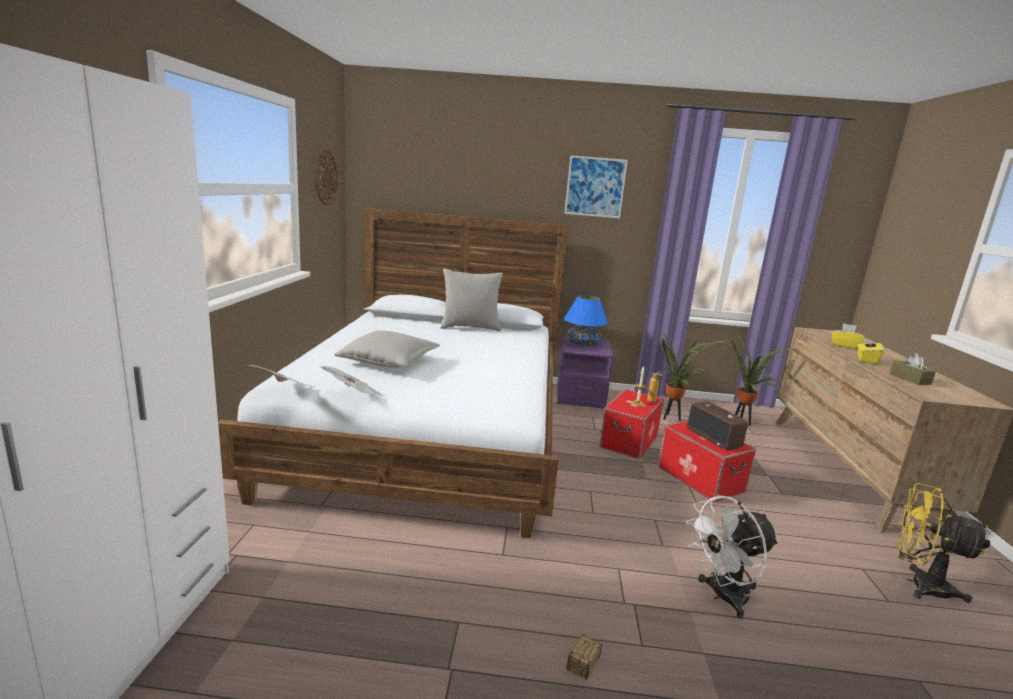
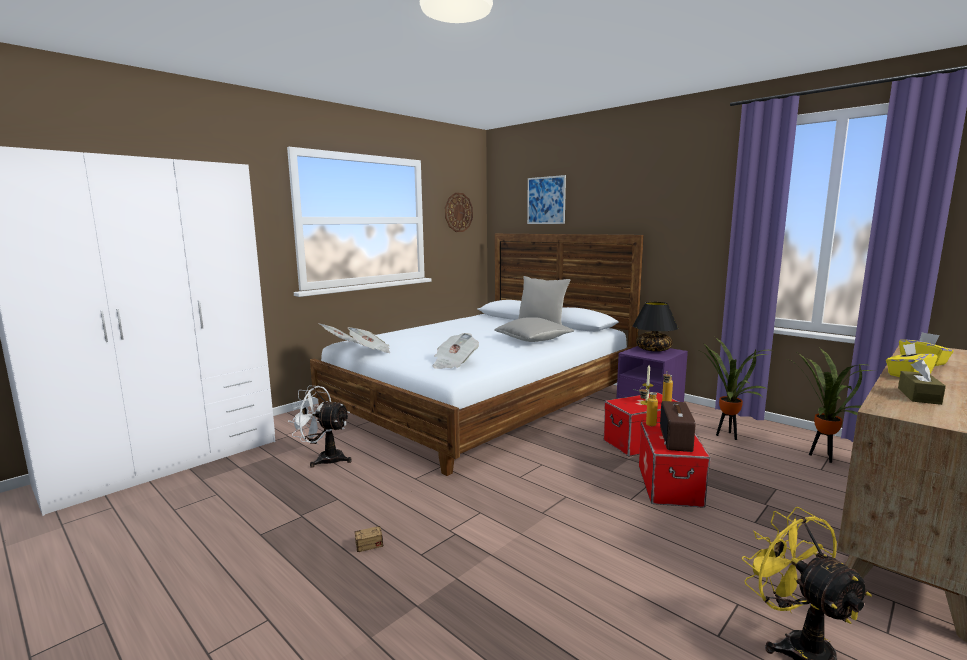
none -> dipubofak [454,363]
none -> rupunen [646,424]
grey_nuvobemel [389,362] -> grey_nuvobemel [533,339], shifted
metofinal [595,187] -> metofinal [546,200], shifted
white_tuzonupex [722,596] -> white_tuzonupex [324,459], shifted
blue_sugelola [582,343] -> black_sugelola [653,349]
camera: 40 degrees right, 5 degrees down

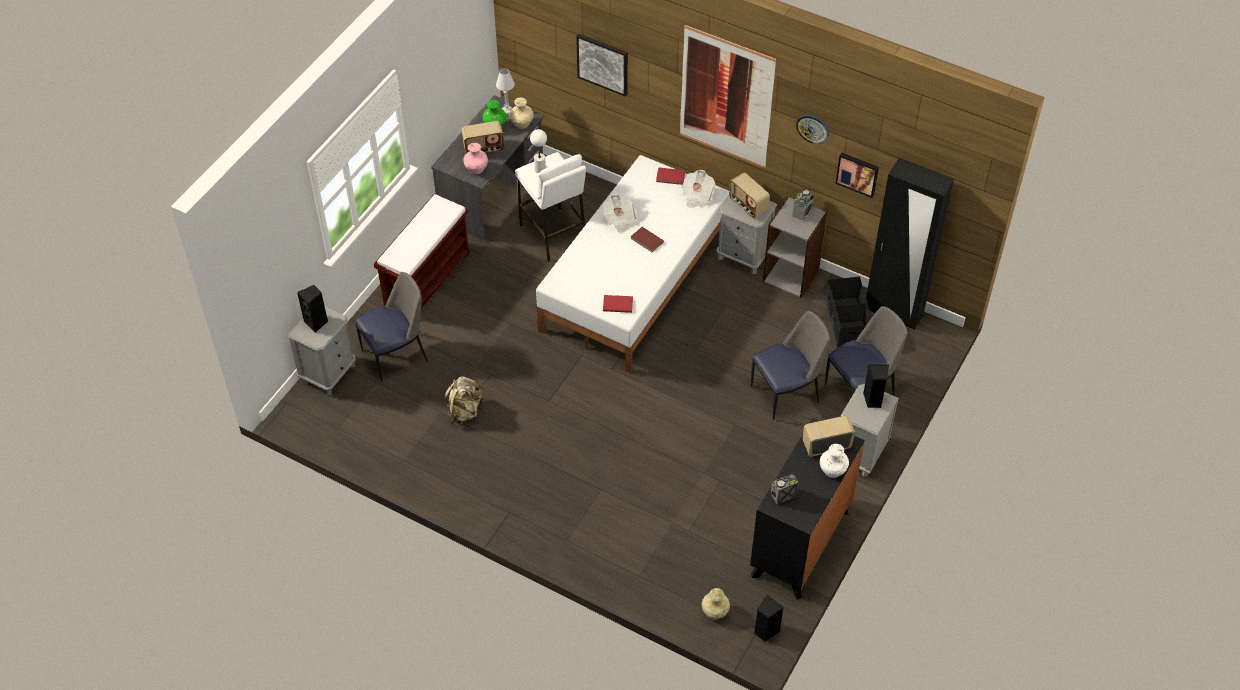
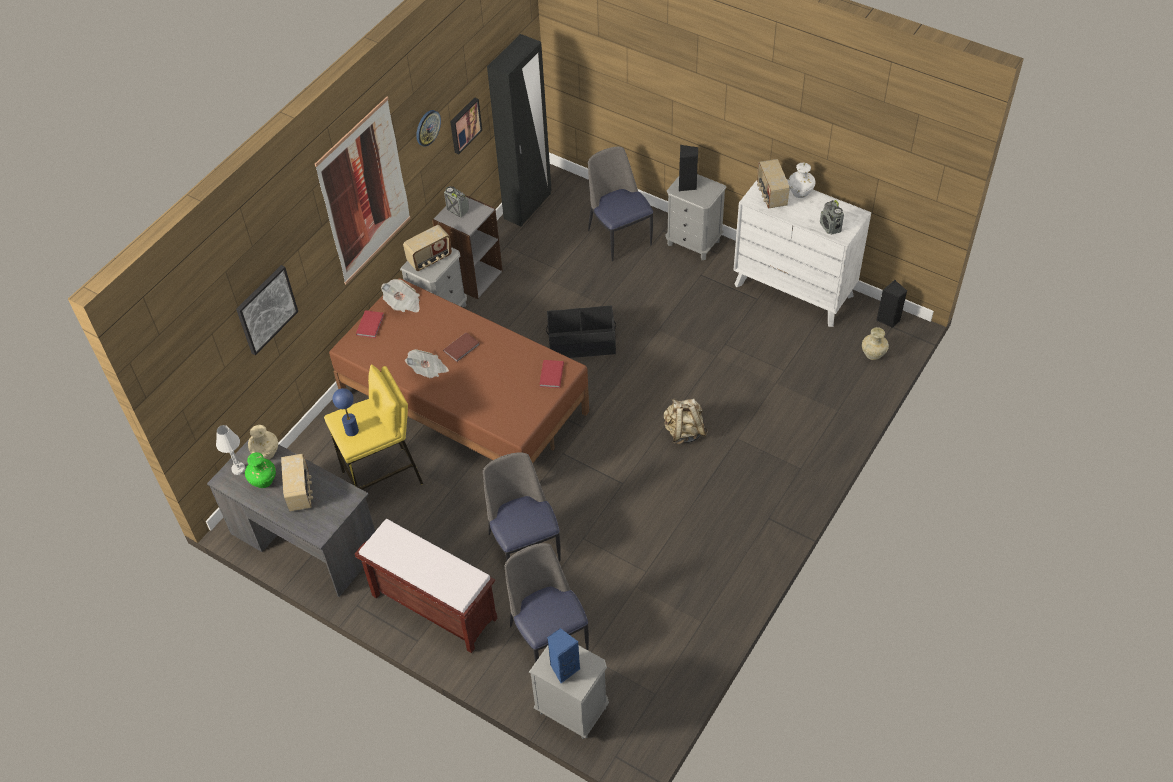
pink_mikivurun [476,169] -> none
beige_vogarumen [465,411] -> beige_vogarumen [684,431], shifted
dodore [786,393] -> dodore [524,545], shifted
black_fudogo [846,323] -> black_fudogo [582,344], shifted
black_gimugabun [316,323] -> blue_gimugabun [564,668]
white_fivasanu [553,235] -> yellow_fivasanu [383,478]
white_sugelola [540,169] -> blue_sugelola [352,430]
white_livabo [636,281] -> brown_livabo [464,403]
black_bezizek [800,543] -> white_bezizek [794,290]
camera: 85 degrees left, 0 degrees up

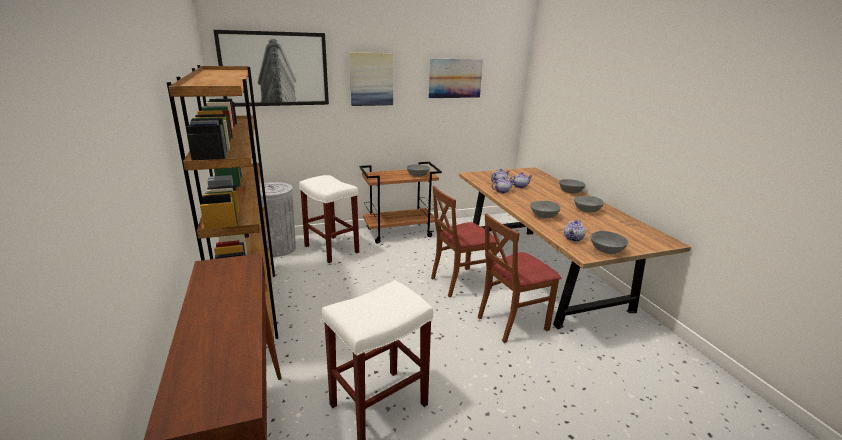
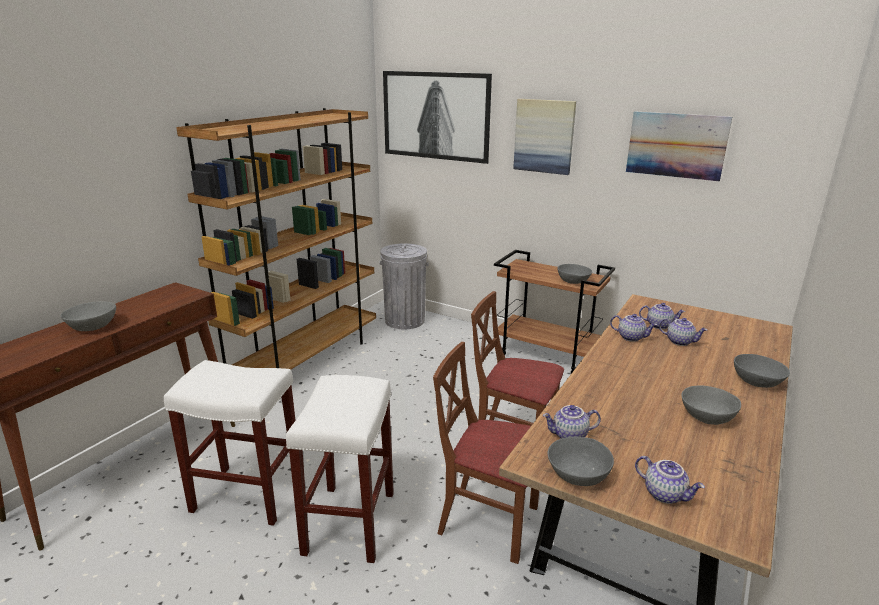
none -> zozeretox [665,494]
white_fivasanu [331,249] -> white_fivasanu [349,521], shifted
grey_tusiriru [543,216] -> grey_tusiriru [92,326], shifted
camera: 50 degrees right, 0 degrees up

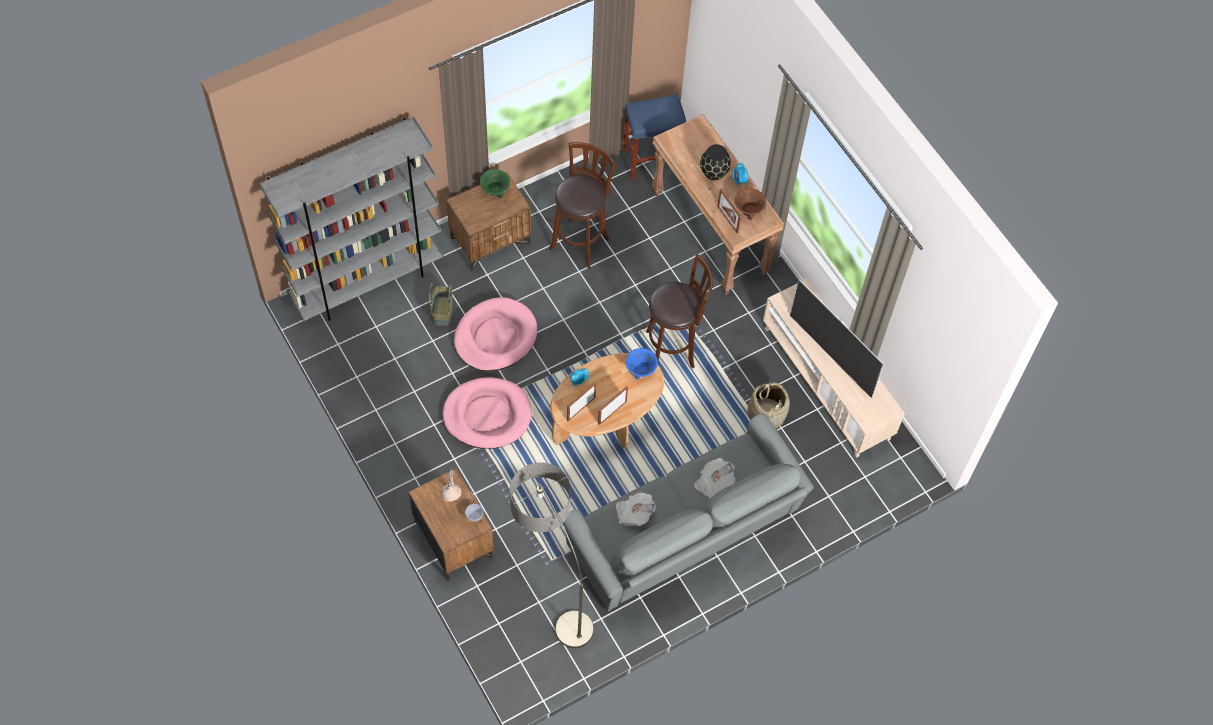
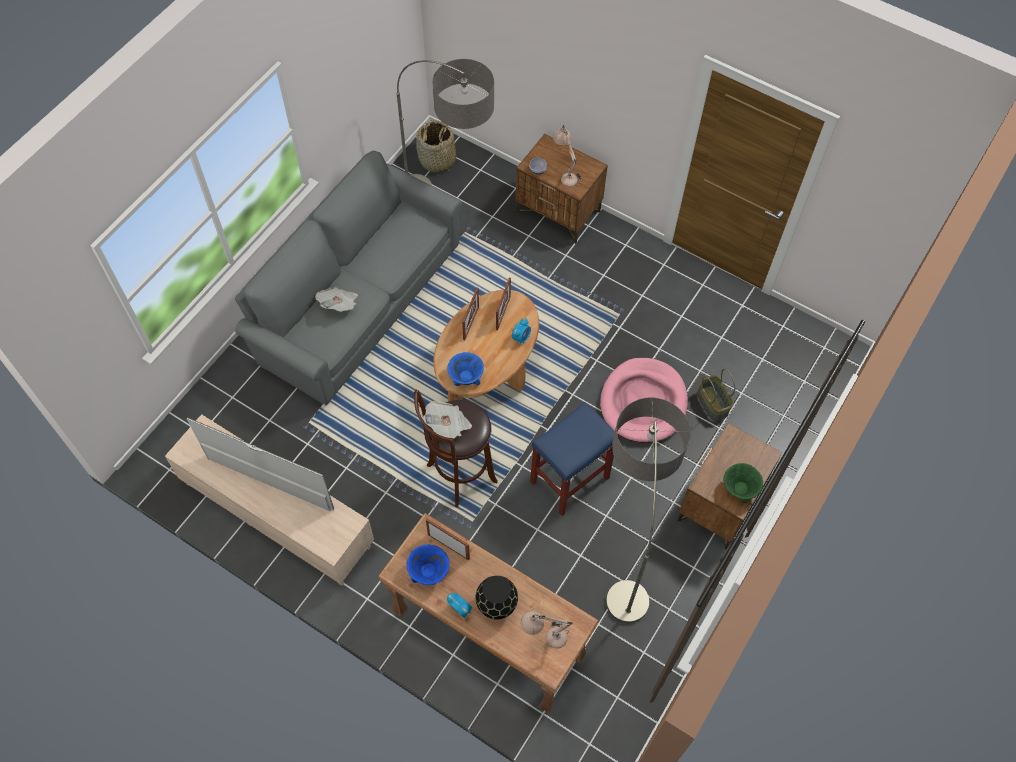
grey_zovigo [367,282] -> none
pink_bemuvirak [487,415] -> none
none -> beige_sugelola [544,637]
dipubofak [634,513] -> dipubofak [448,425], shifted
blue_fivasanu [652,159] -> blue_fivasanu [569,481], shifted
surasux [766,414] -> surasux [437,160], shifted
brown_fivasanu [580,241] -> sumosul [626,552]
brown_tusiriru [749,210] -> blue_tusiriru [428,572]
camera: 155 degrees right, 0 degrees up

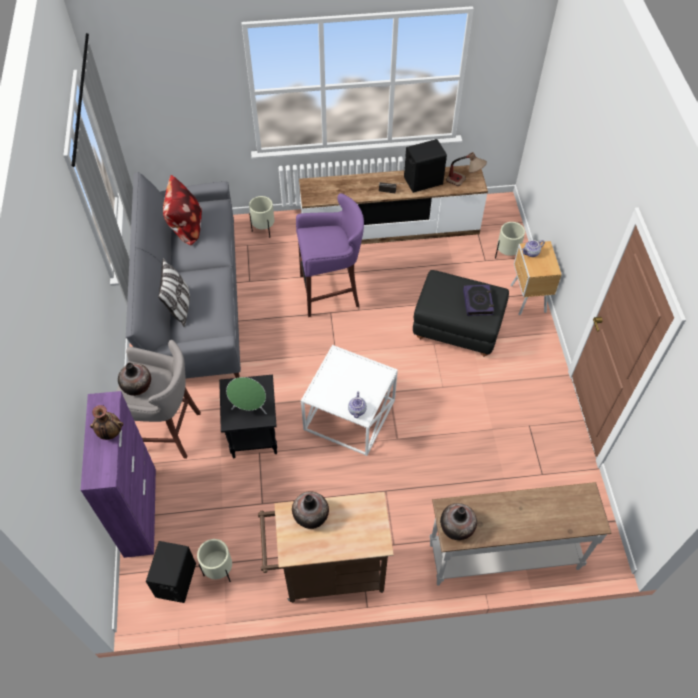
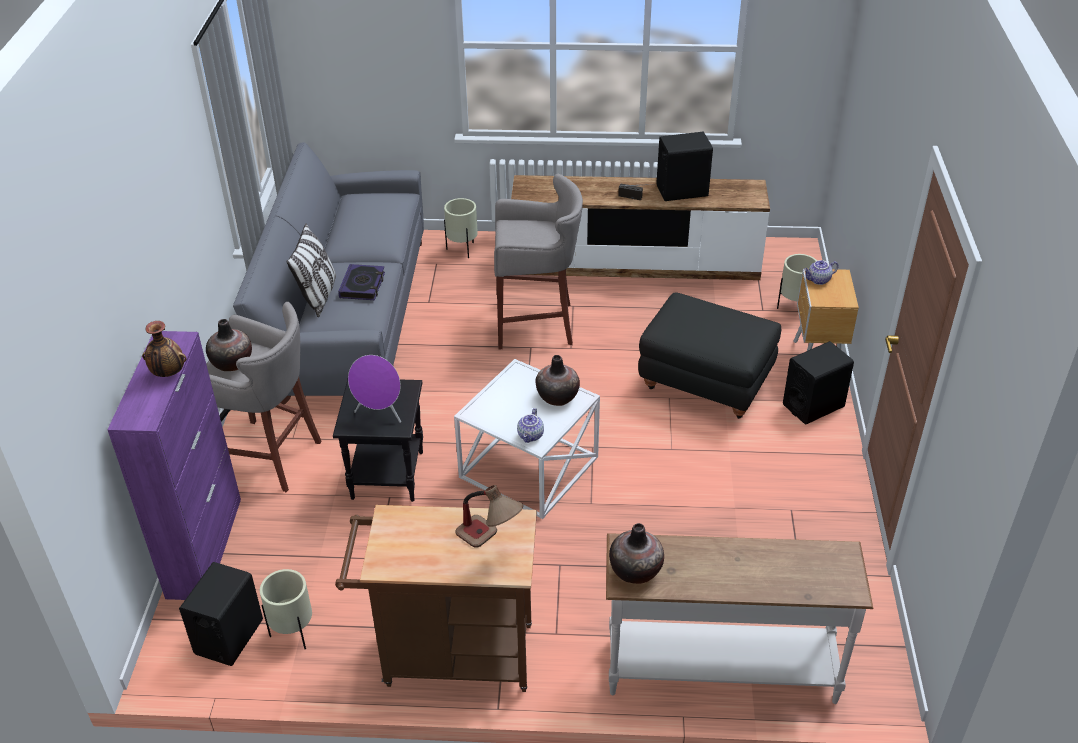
nuvobemel [186,228] -> none
none -> black_gimugabun [813,405]
mikivurun [311,515] -> mikivurun [557,397], shifted
sugelola [464,183] -> sugelola [491,542], shifted
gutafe [478,302] -> gutafe [362,285], shifted
green_gimugabun [250,408] -> purple_gimugabun [380,414]
purple_fivasanu [331,292] -> grey_fivasanu [537,324]
camera: 10 degrees right, 15 degrees down

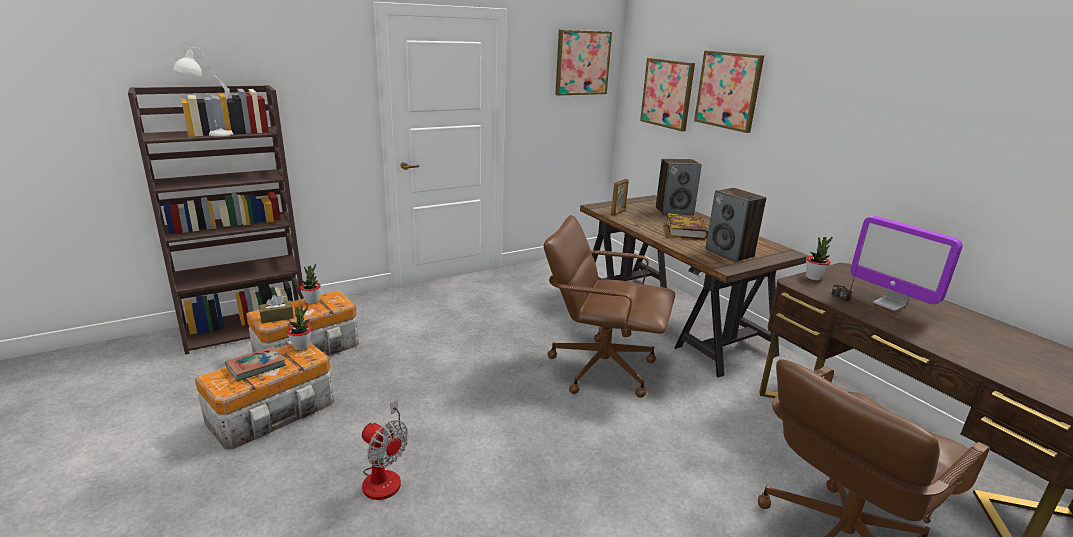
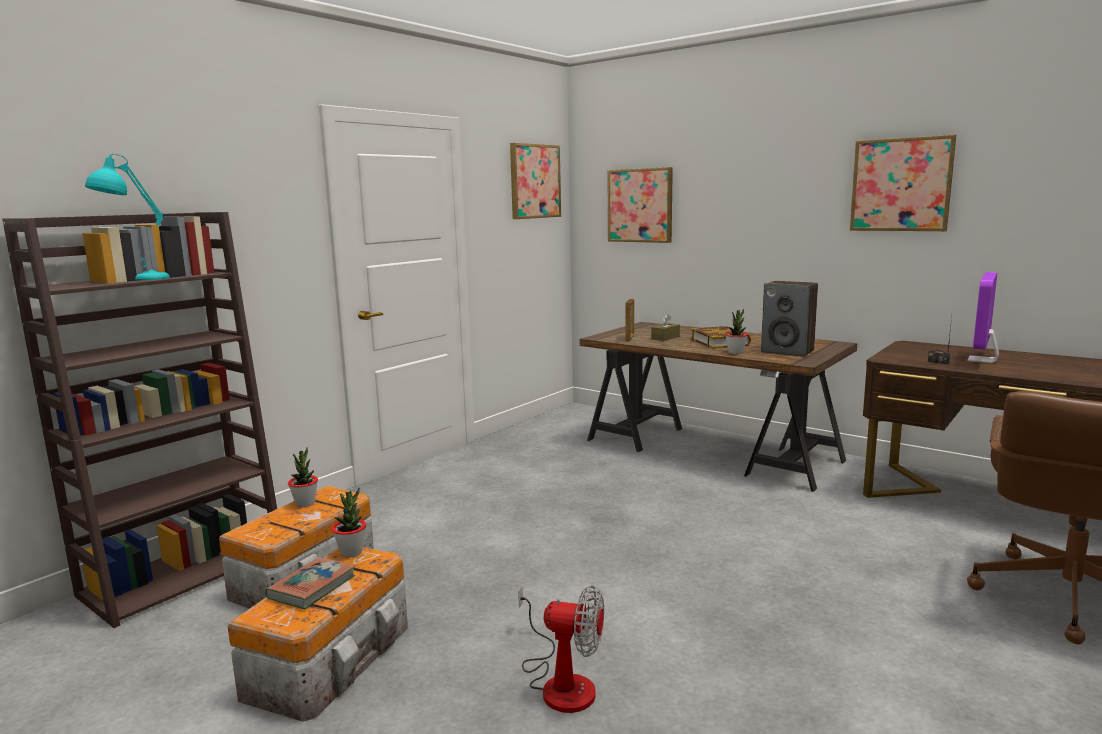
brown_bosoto [601,368] -> none
gimugabun [674,211] -> none
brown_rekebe [277,317] -> brown_rekebe [665,338], shifted
metofinal [728,90] -> metofinal [901,185], shifted
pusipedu [813,277] -> pusipedu [735,352], shifted
white_sugelola [210,134] -> turquoise_sugelola [135,279]
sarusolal [889,304] -> sarusolal [982,360], 90 degrees clockwise
camera: 20 degrees left, 10 degrees down

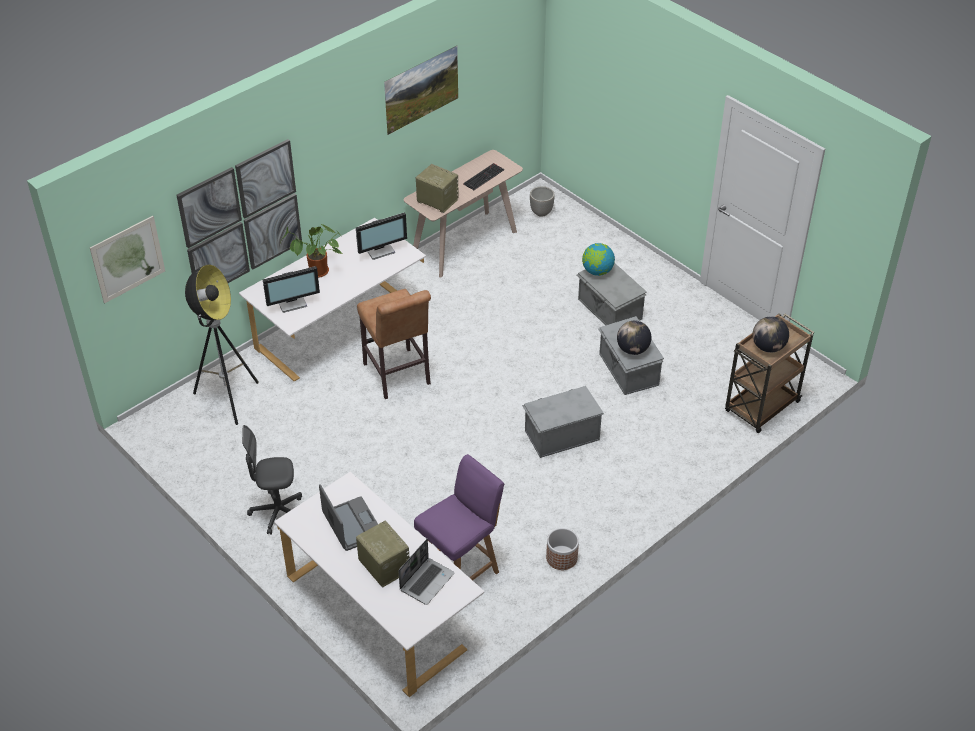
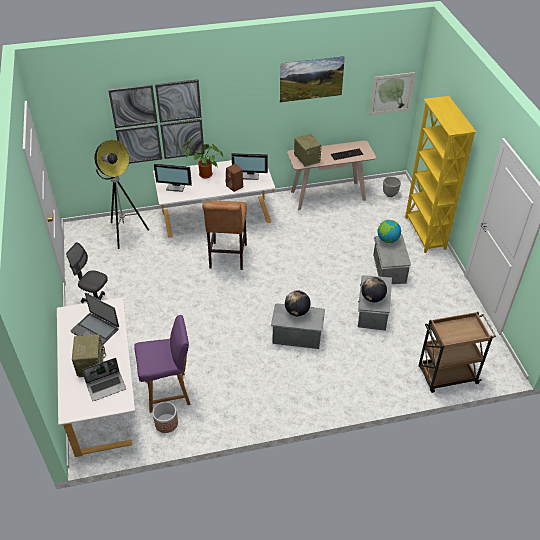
none -> brown_gimugabun [235,186]
none -> yellow_zovigo [424,233]
metofinal [128,259] -> metofinal [392,93], shifted
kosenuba [561,558] -> kosenuba [166,423], shifted
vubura [768,347] -> vubura [297,312], shifted
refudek [352,525] -> refudek [95,330], 120 degrees clockwise
camera: 30 degrees right, 0 degrees up

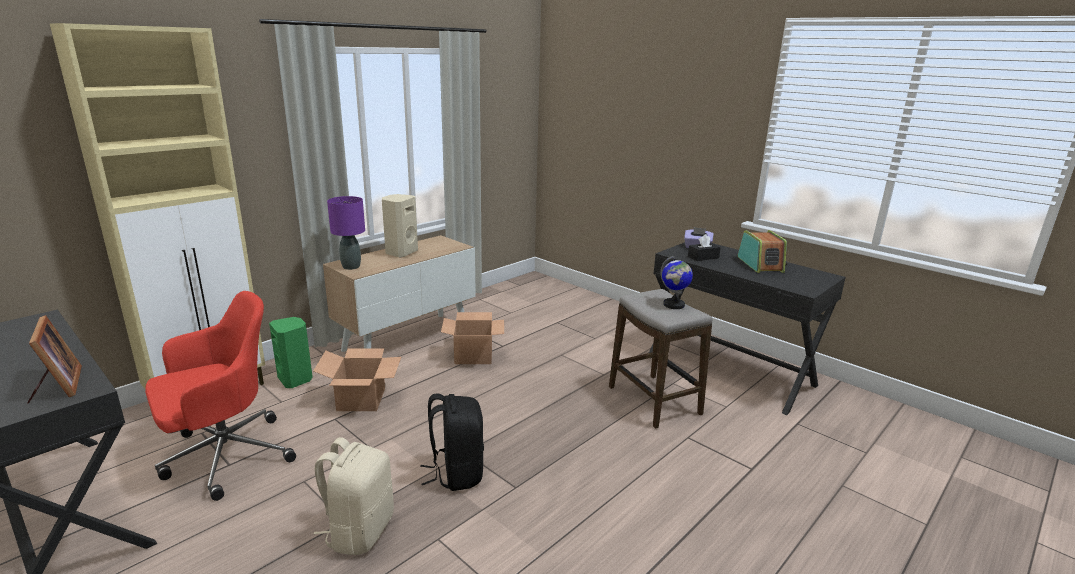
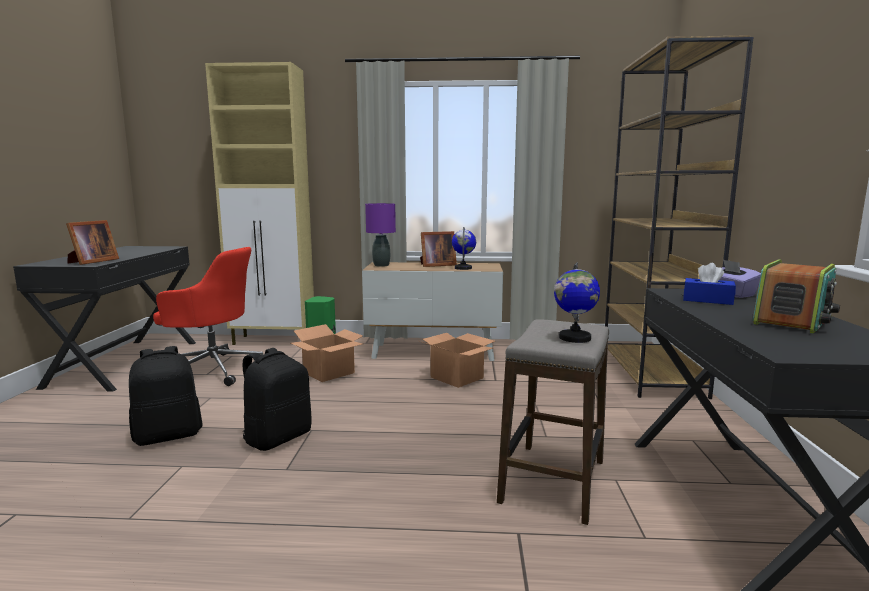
none -> vubura [463,268]
none -> brown_zovigo [652,374]
beige_gimugabun [400,252] -> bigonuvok [436,265]
beige_vogarumen [359,531] -> black_vogarumen [168,435]
black_rekebe [703,257] -> blue_rekebe [707,300]
camera: 50 degrees right, 10 degrees down

